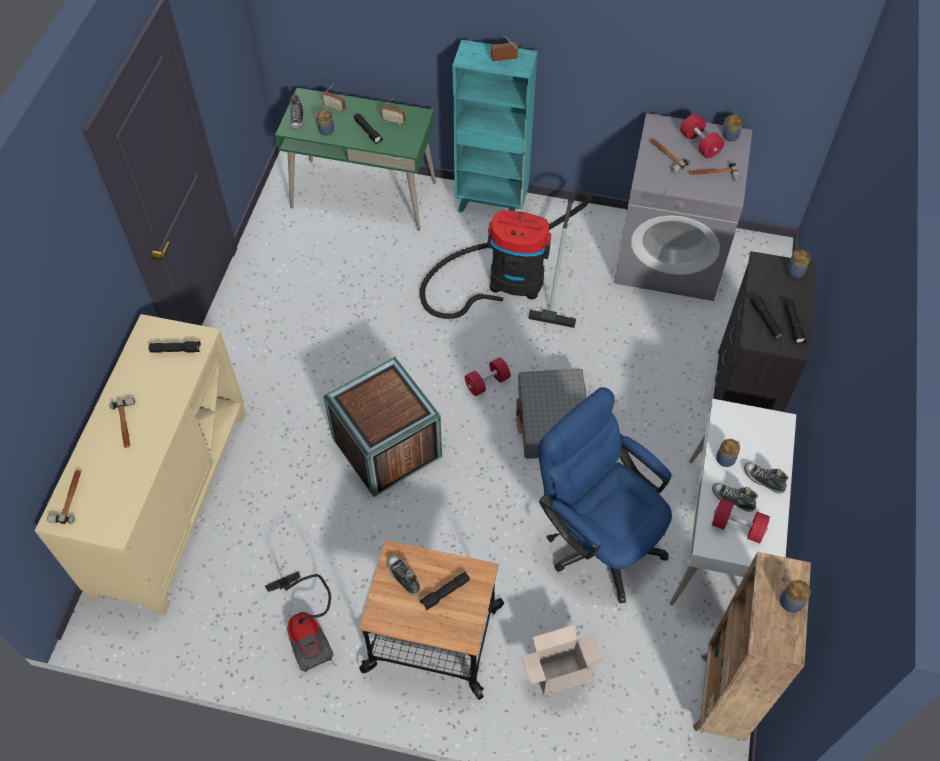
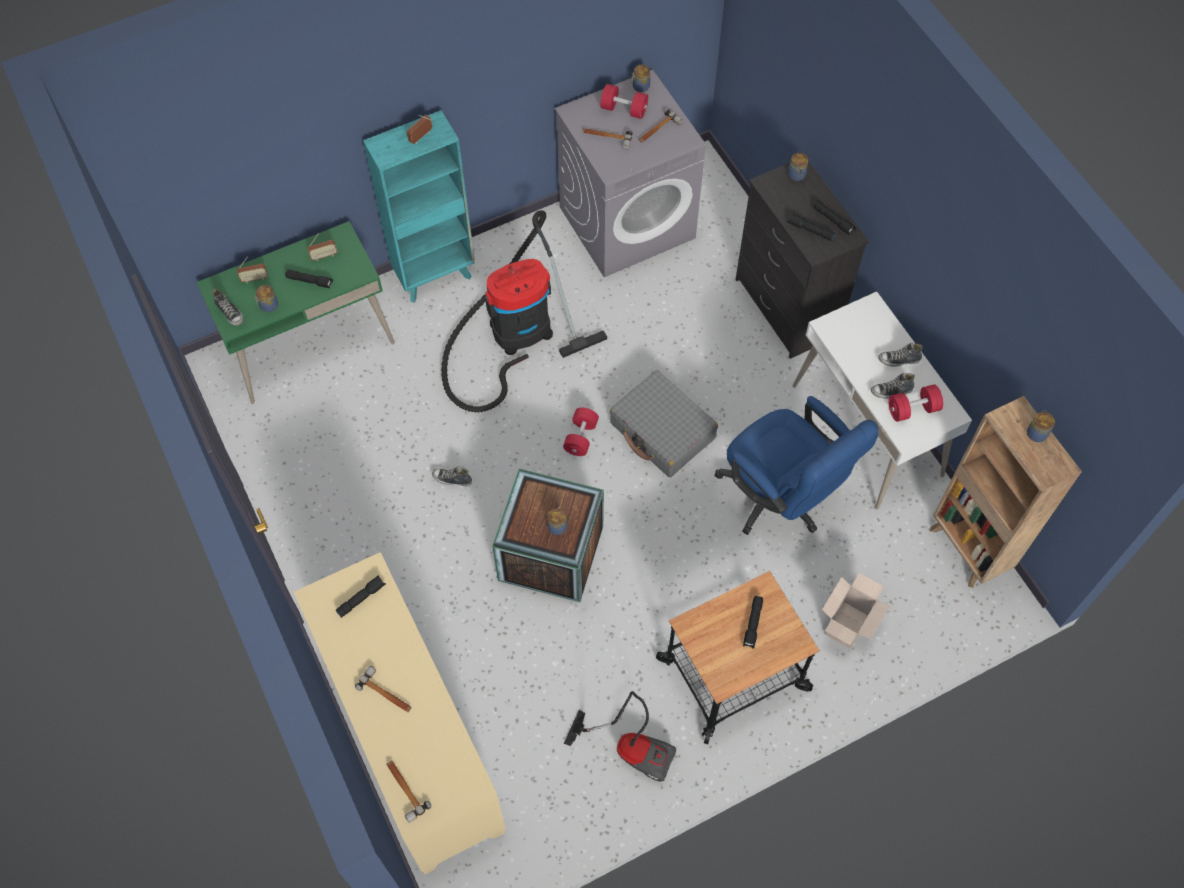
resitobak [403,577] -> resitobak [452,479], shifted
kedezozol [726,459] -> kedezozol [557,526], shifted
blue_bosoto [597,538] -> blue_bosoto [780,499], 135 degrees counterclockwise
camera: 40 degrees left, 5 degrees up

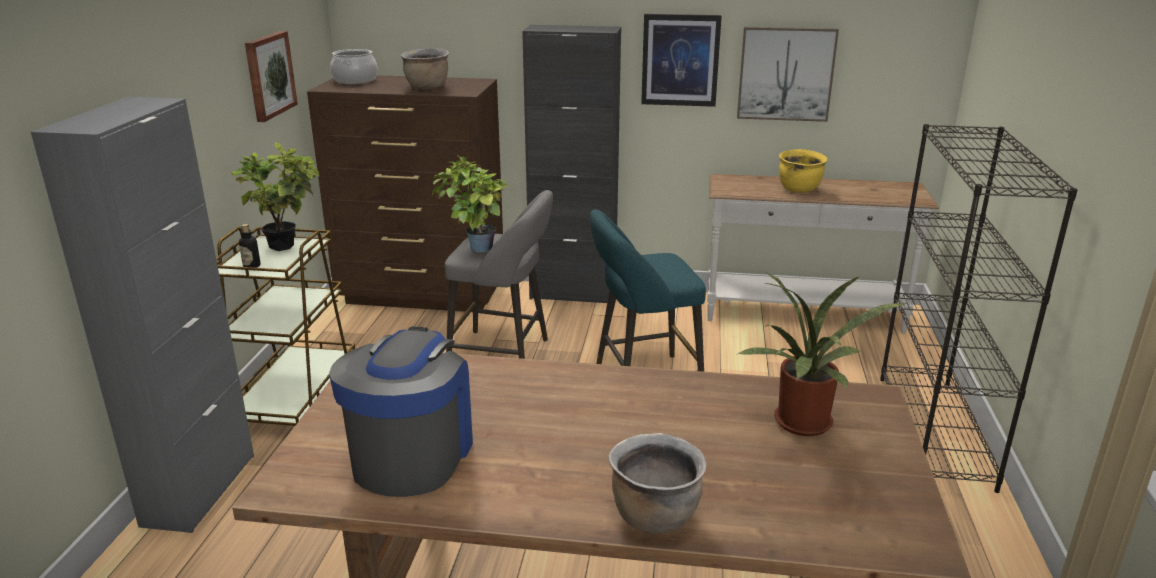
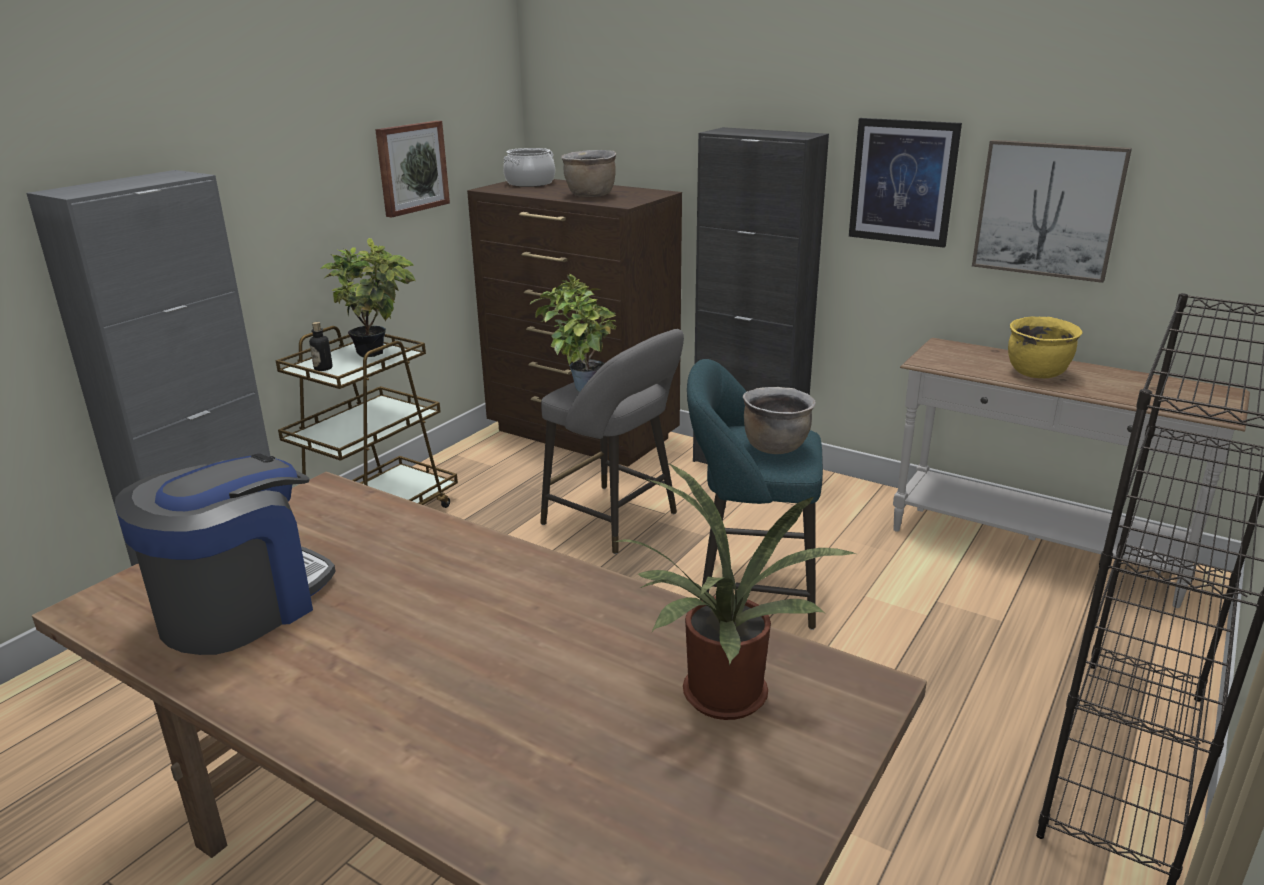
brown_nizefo [654,516] -> brown_nizefo [775,446], shifted
camera: 25 degrees right, 0 degrees up

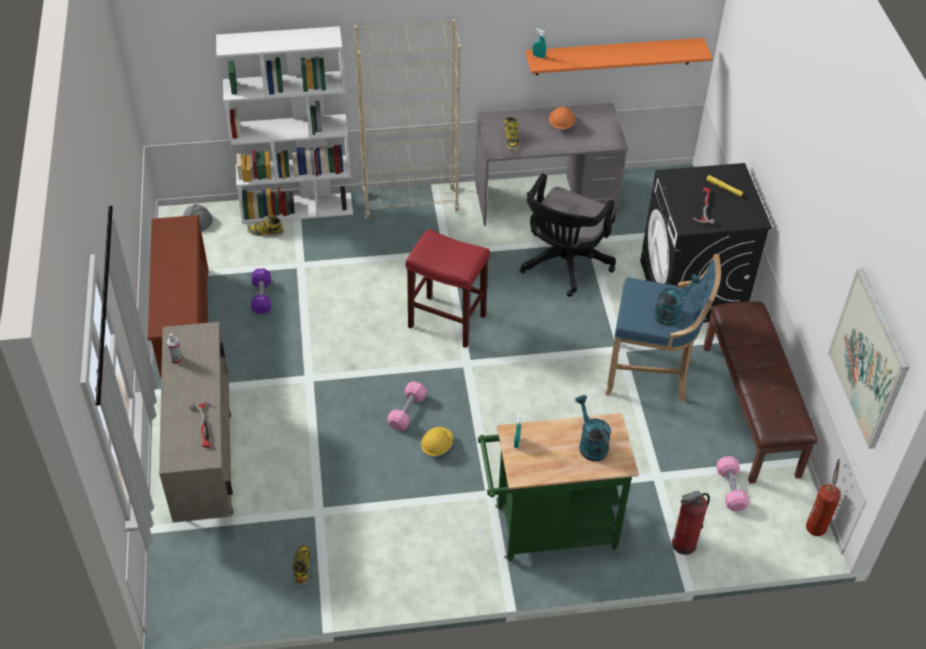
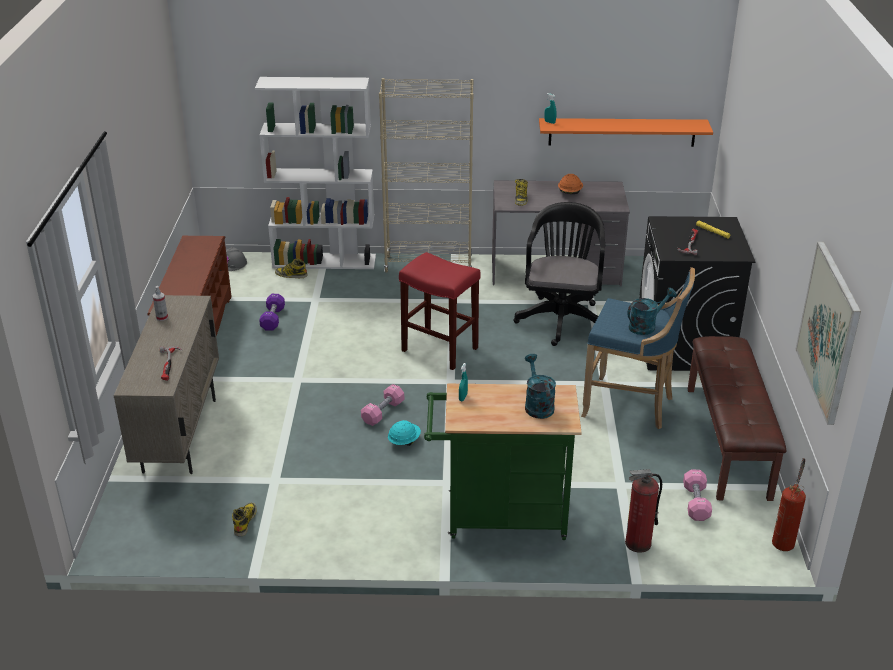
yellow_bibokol [436,447] -> turquoise_bibokol [404,441]
black_bosoto [563,265] -> black_bosoto [561,318], 150 degrees clockwise
camera: 10 degrees right, 15 degrees down

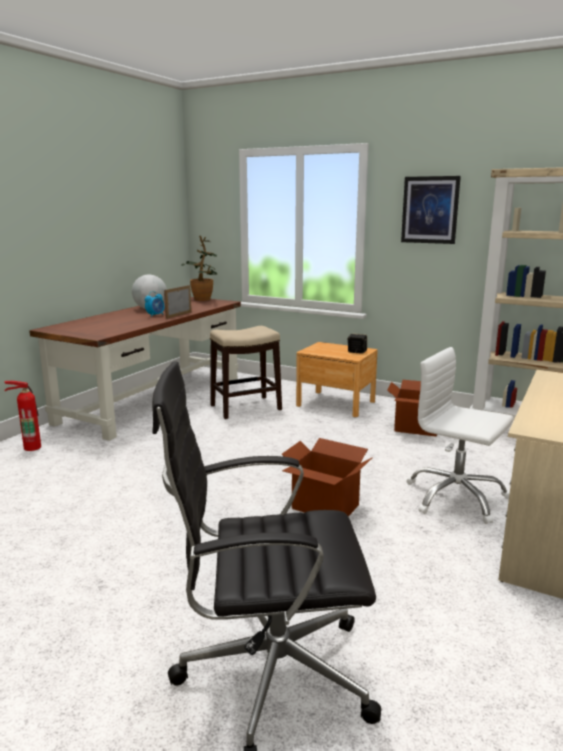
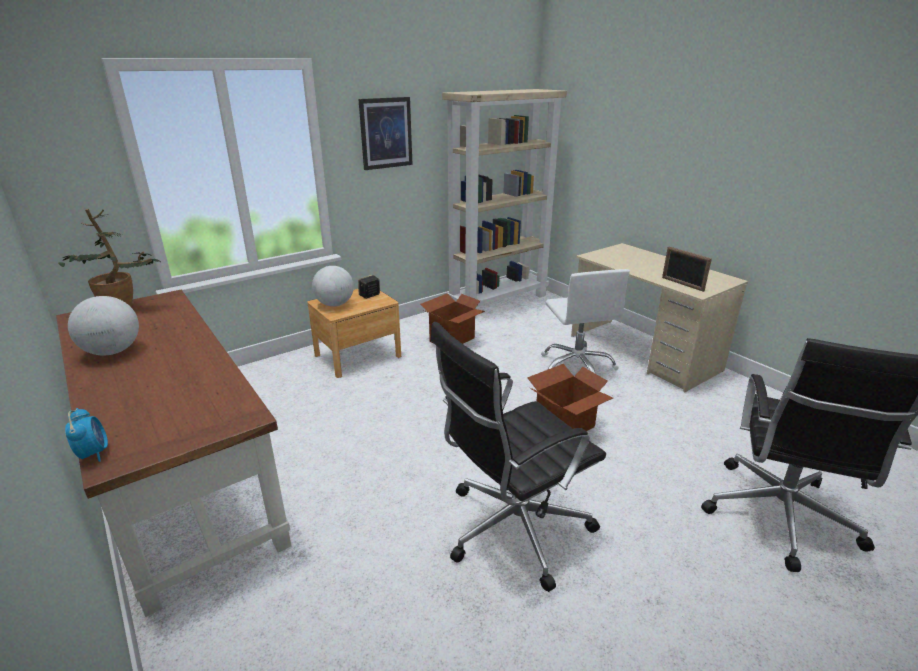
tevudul [31,447] -> none
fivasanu [245,407] -> none
none -> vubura [335,304]
none -> black_bosoto [512,529]
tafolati [155,315] -> tafolati [94,453], shifted
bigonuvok [178,315] -> bigonuvok [682,284], shifted
white_bosoto [455,497] -> white_bosoto [577,367], 75 degrees counterclockwise
camera: 65 degrees left, 10 degrees up

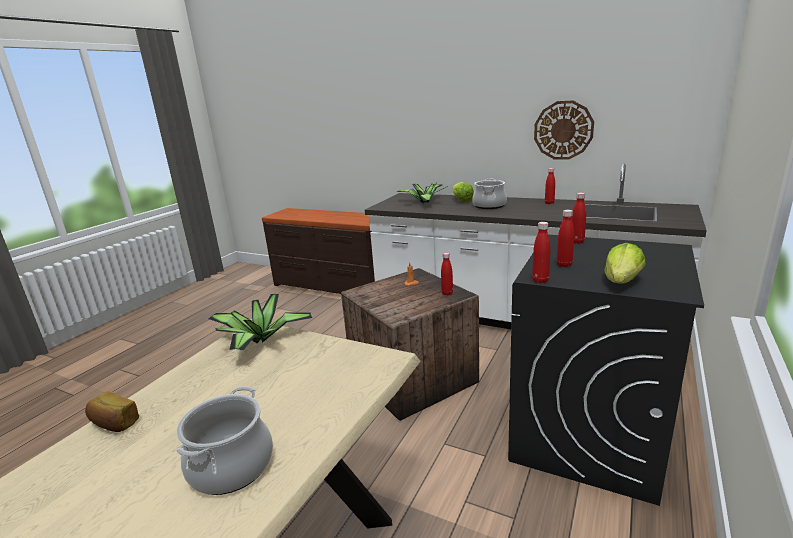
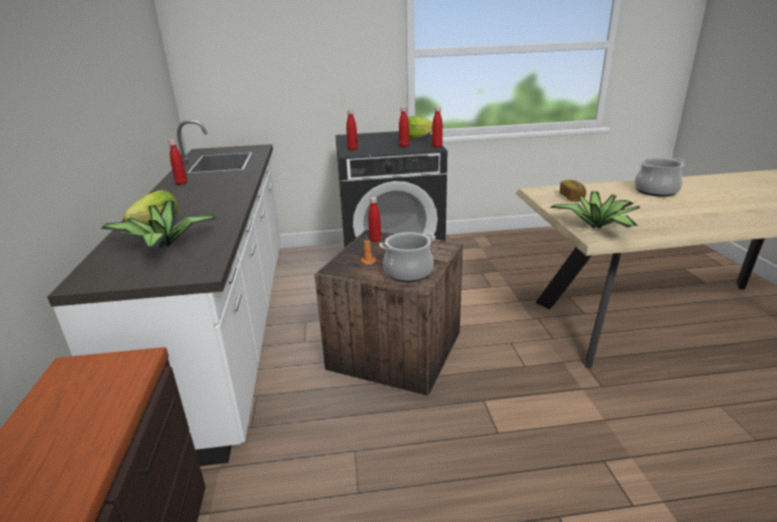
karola [563,130] -> none
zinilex [114,423] -> zinilex [572,198], shifted
nizefo [489,206] -> nizefo [408,272], shifted
camera: 125 degrees left, 5 degrees up

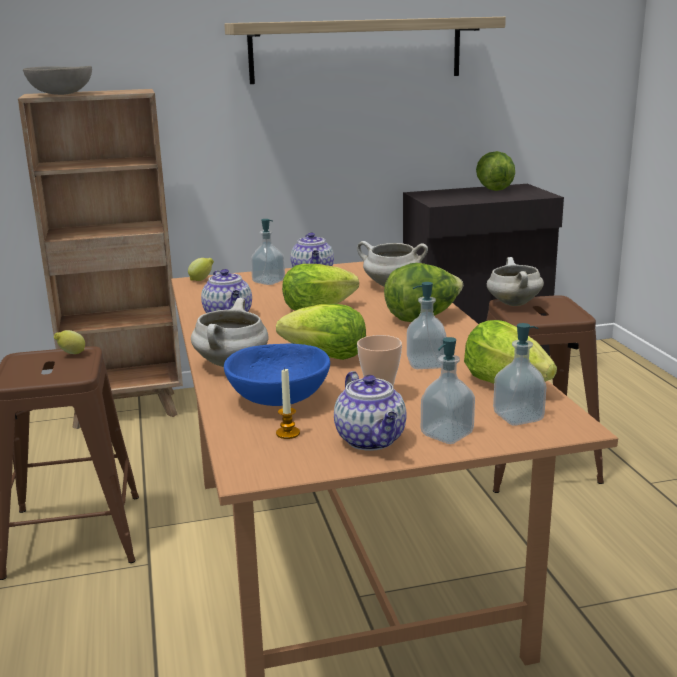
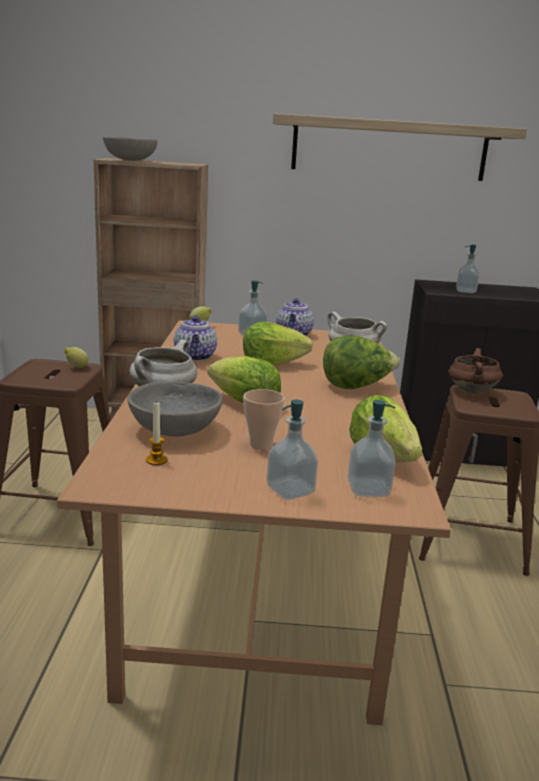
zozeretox [371,440] -> none
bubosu [493,189] -> none
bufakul [426,364] -> bufakul [465,291], shifted
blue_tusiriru [279,398] -> grey_tusiriru [176,429]
white_nizefo [512,303] -> brown_nizefo [471,391]
camera: 15 degrees right, 0 degrees up

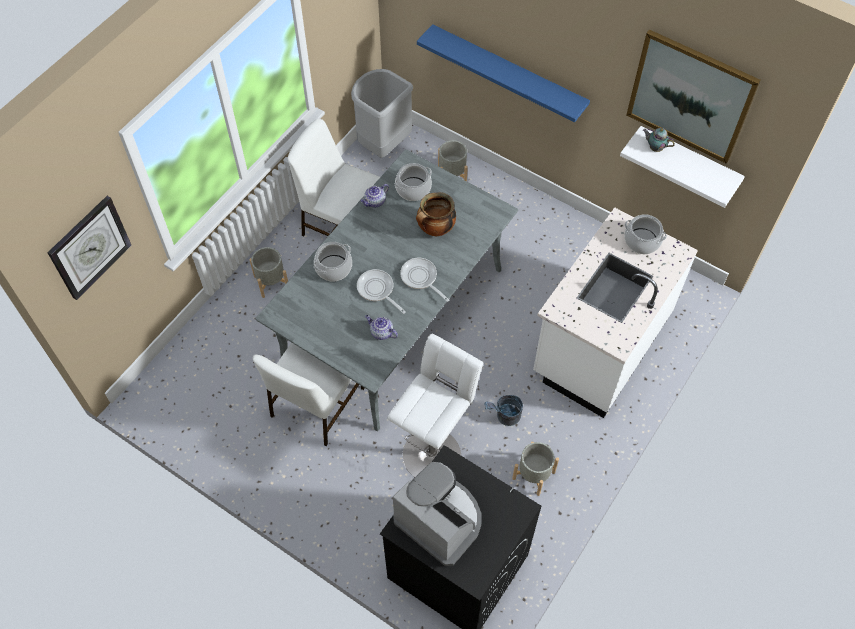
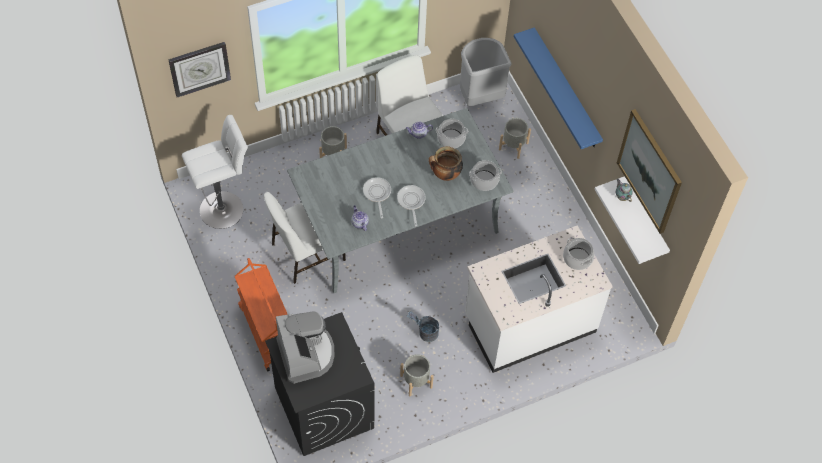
none -> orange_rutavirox [267,332]
nizefo [333,268] -> nizefo [484,180], shifted
white_fivasanu [434,451] -> white_fivasanu [224,208], shifted
camera: 30 degrees right, 0 degrees up

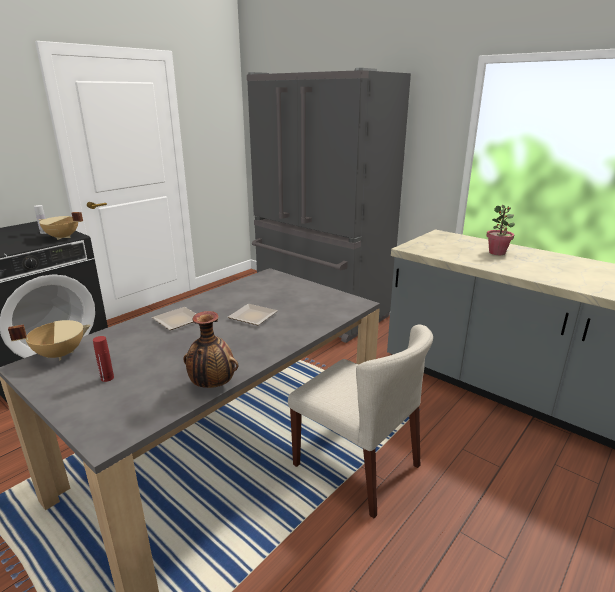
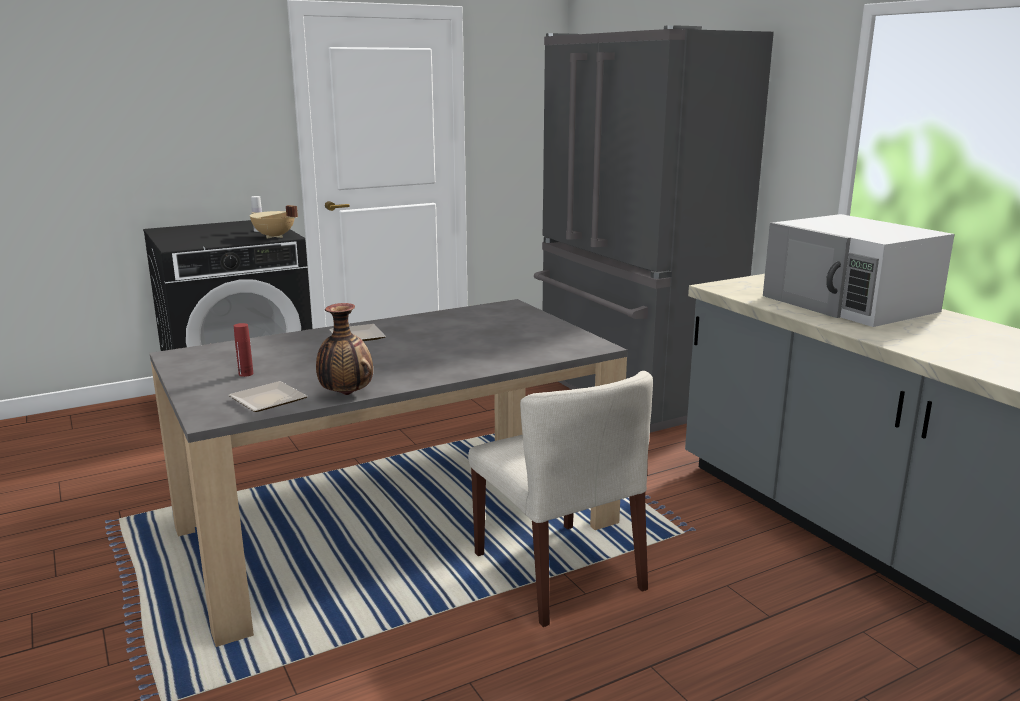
beige_nizefo [59,354] -> none
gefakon [252,316] -> gefakon [269,399], shifted
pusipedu [497,253] -> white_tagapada [850,304]
camera: 20 degrees right, 5 degrees down

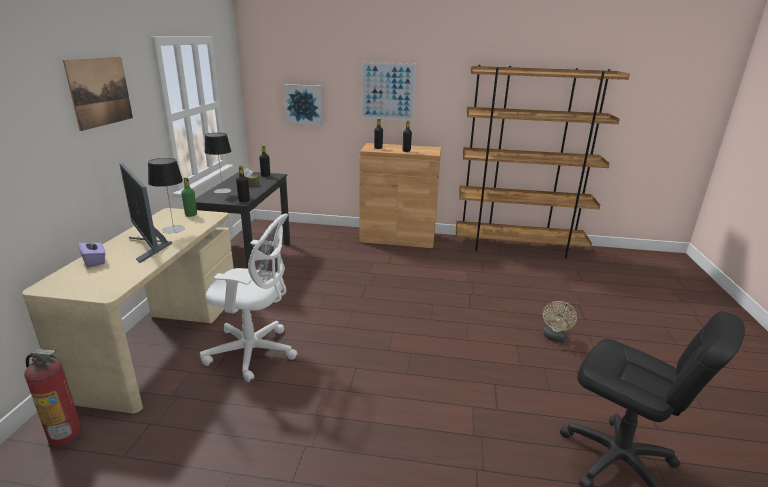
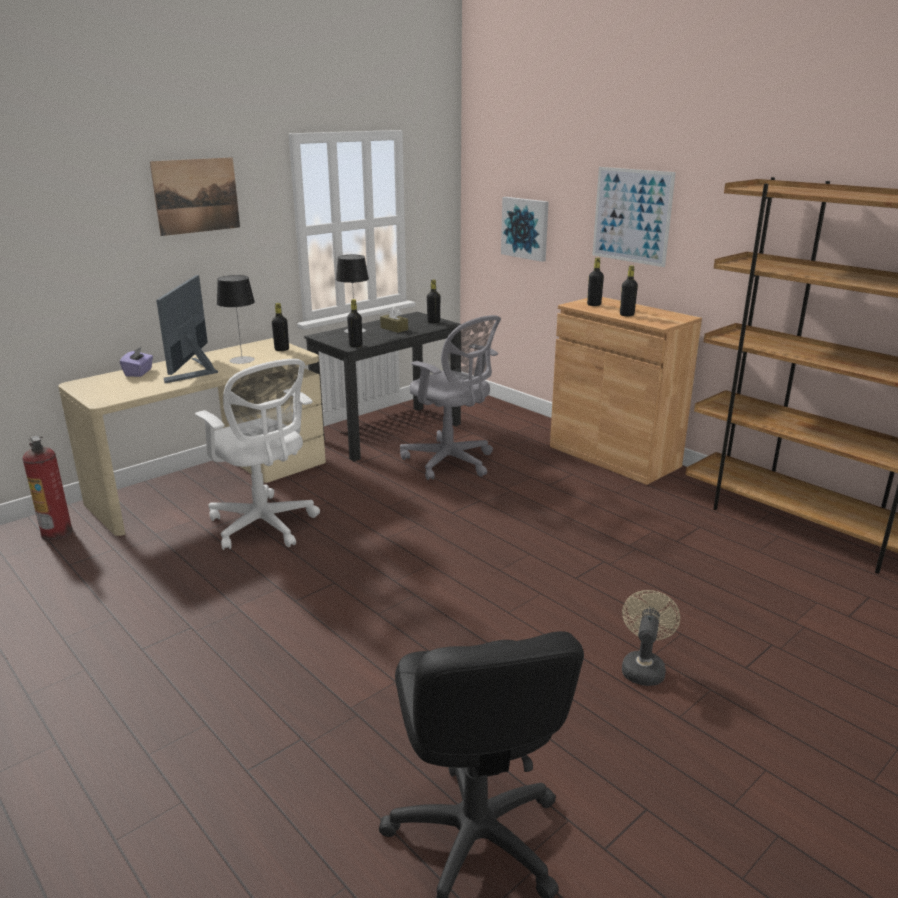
none -> grey_bosoto [451,462]
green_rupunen [191,215] -> black_rupunen [282,349]
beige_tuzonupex [555,338] -> beige_tuzonupex [643,667], 135 degrees clockwise
camera: 40 degrees right, 0 degrees up

